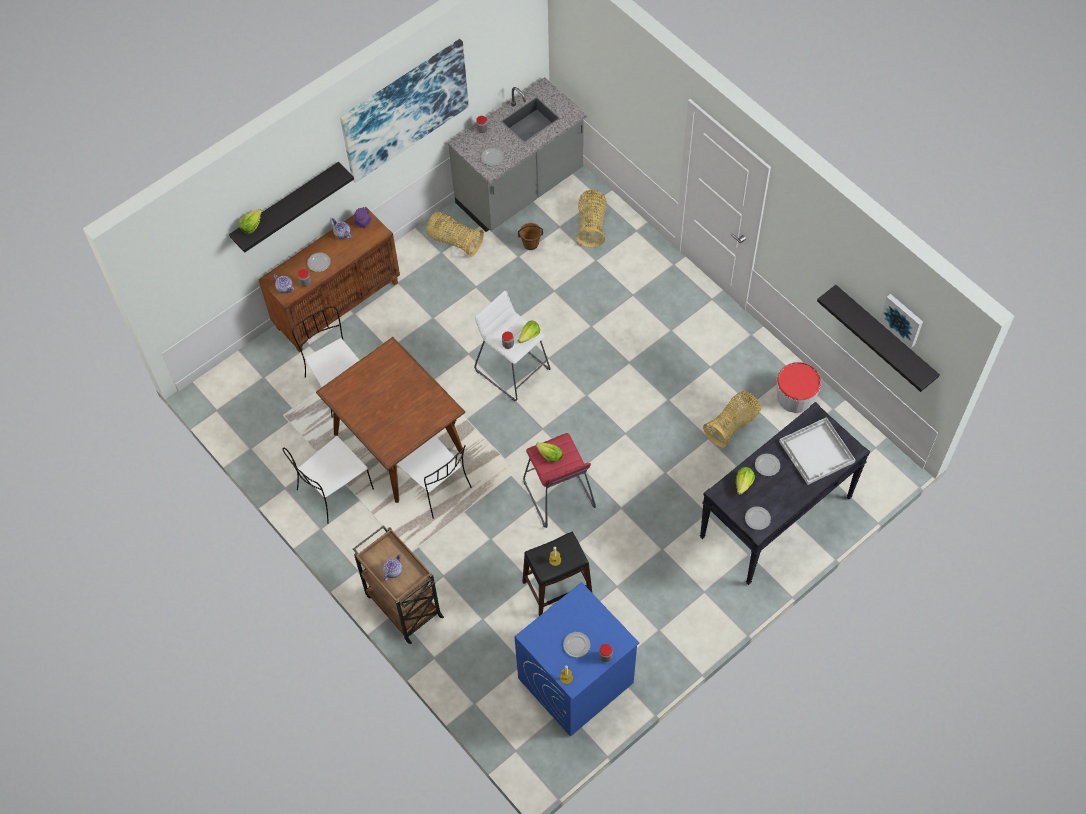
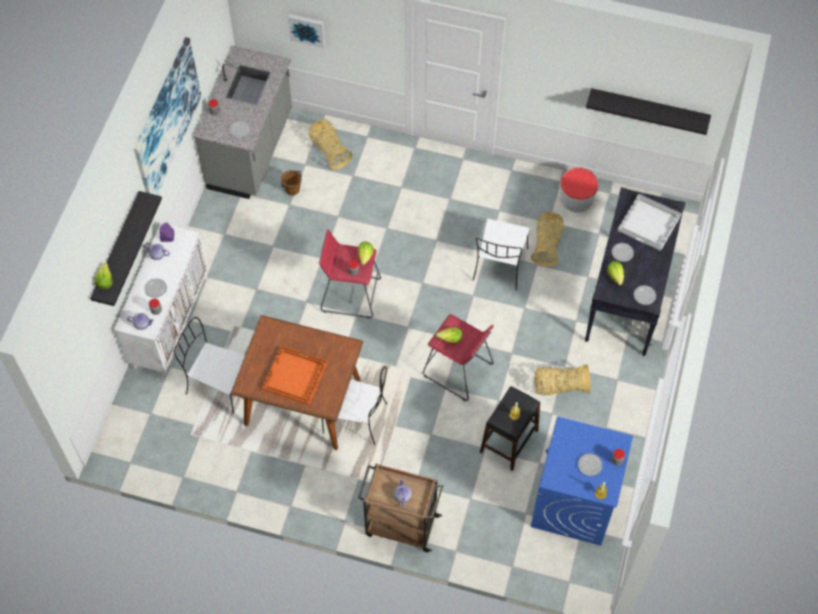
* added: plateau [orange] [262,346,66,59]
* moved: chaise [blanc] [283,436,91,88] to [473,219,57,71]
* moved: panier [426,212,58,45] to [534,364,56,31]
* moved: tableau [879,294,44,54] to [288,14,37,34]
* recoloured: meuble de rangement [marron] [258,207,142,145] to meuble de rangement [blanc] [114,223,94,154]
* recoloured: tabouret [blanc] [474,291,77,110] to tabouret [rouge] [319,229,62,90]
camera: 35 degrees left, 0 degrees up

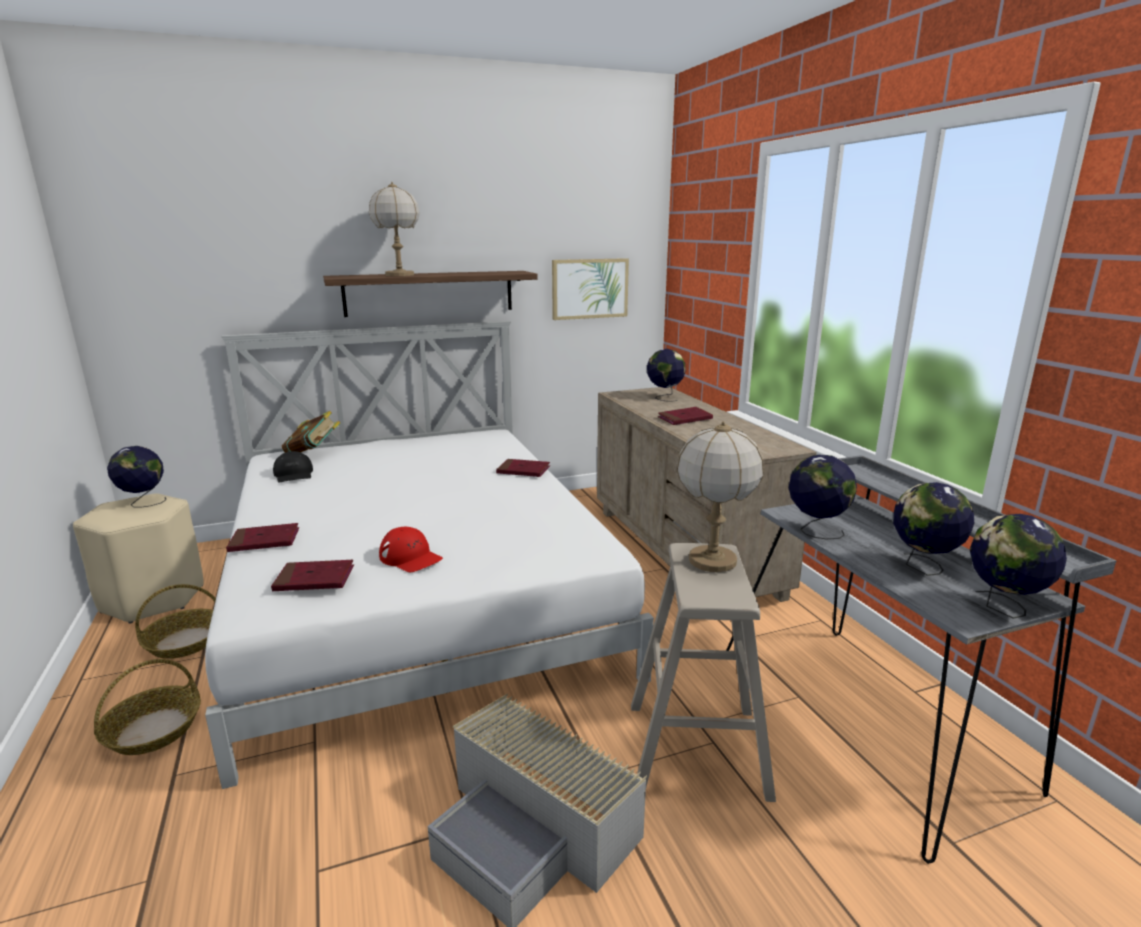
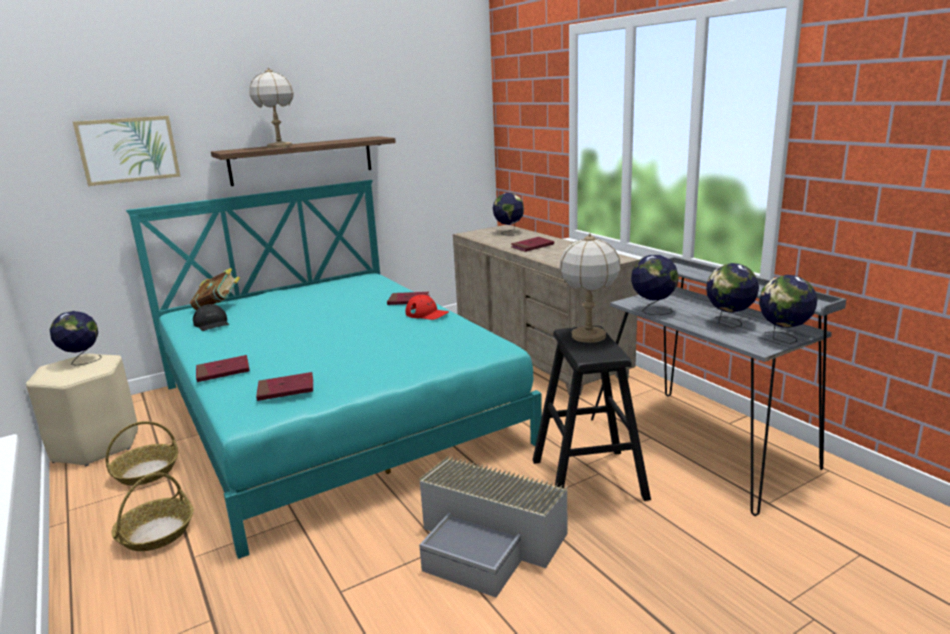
* moved: casquette [rouge] [379,527,64,45] to [405,295,44,25]
* moved: tableau [552,258,77,62] to [73,116,108,70]
* recoloured: lit [blanc] [205,321,449,468] to lit [turquoise] [126,180,416,379]
* recoloured: tabouret [beige] [631,543,145,259] to tabouret [noir] [533,326,118,175]
camera: 10 degrees left, 0 degrees up

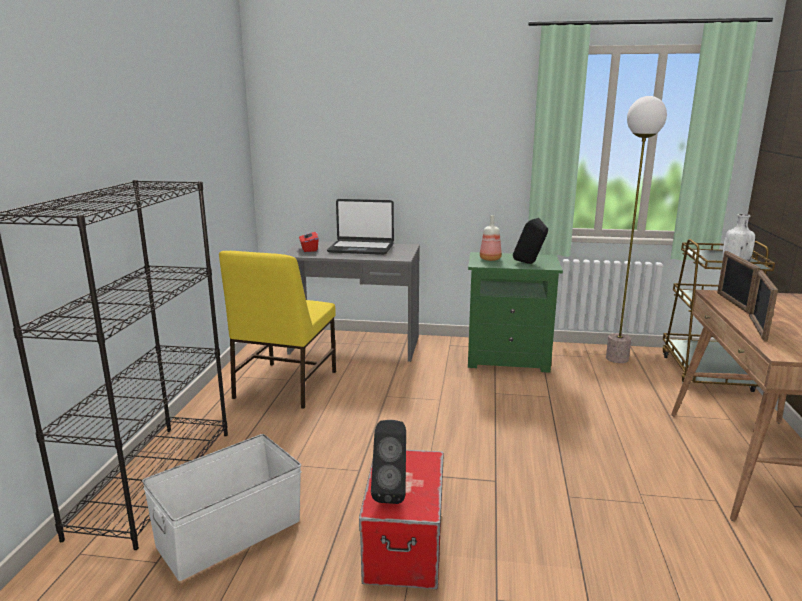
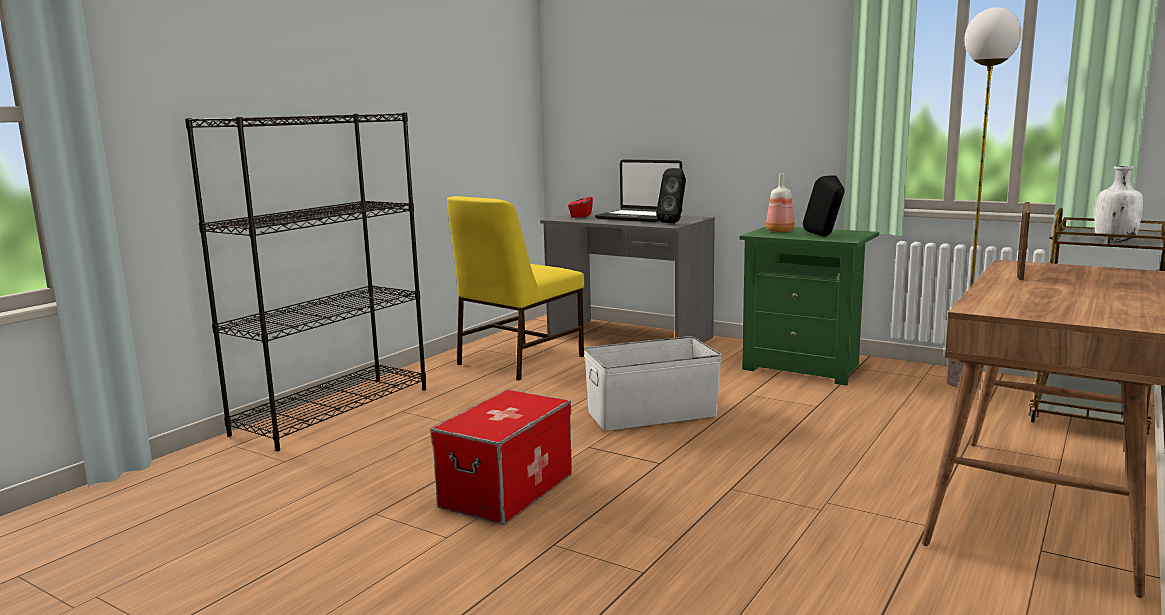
* removed: cadre photo [749,270,29,72]
* moved: boîte de rangement [blanc] [142,434,160,147] to [584,336,138,95]
* moved: enceinte [noir] [371,420,35,84] to [656,168,30,56]
camera: 25 degrees right, 5 degrees down

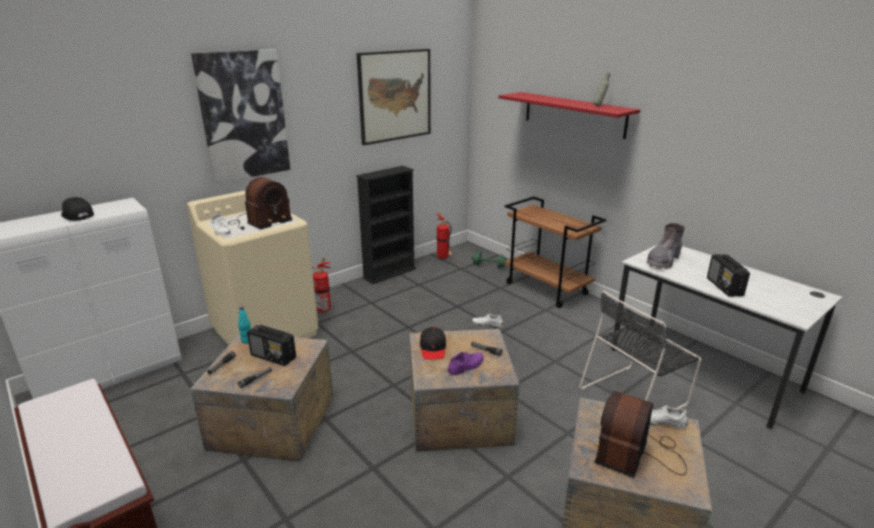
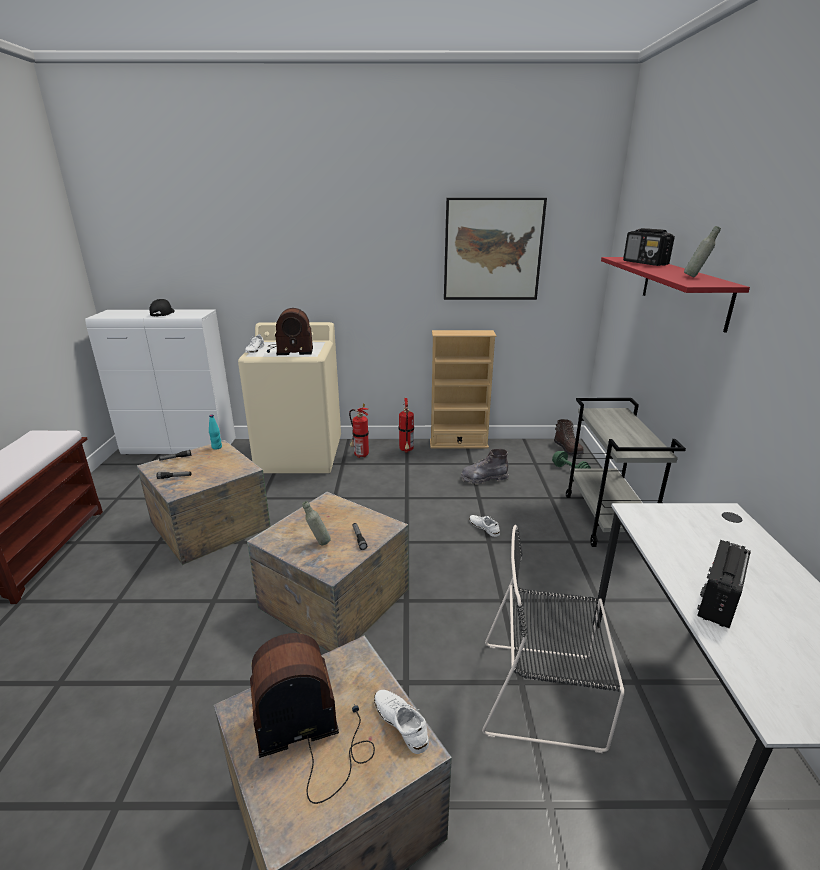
* removed: tableau [191,49,99,135]
* removed: casquette [noir] [420,327,26,32]
* added: botte [marron] [554,419,30,37]
* moved: radio [247,324,49,42] to [623,228,52,38]
* moved: extincteur [436,212,16,47] to [399,398,15,55]
* moved: botte [gris] [647,223,38,46] to [461,449,48,36]
* replaced: chaussure [violet] [448,352,35,23] to bouteille [gris] [302,501,29,44]
* recoloured: bibliothèque [noir] [356,166,60,118] to bibliothèque [beige] [430,330,66,119]
* recoloured: chariot [marron] [505,196,101,112] to chariot [gris] [566,398,120,149]
camera: 40 degrees right, 0 degrees up

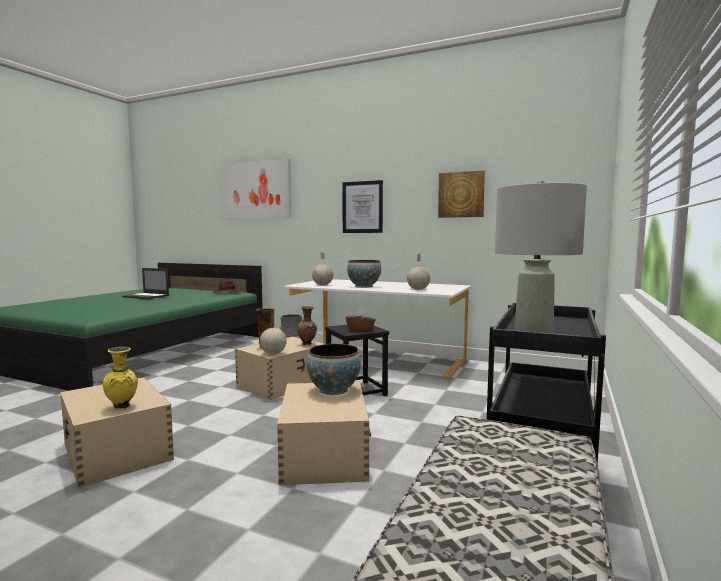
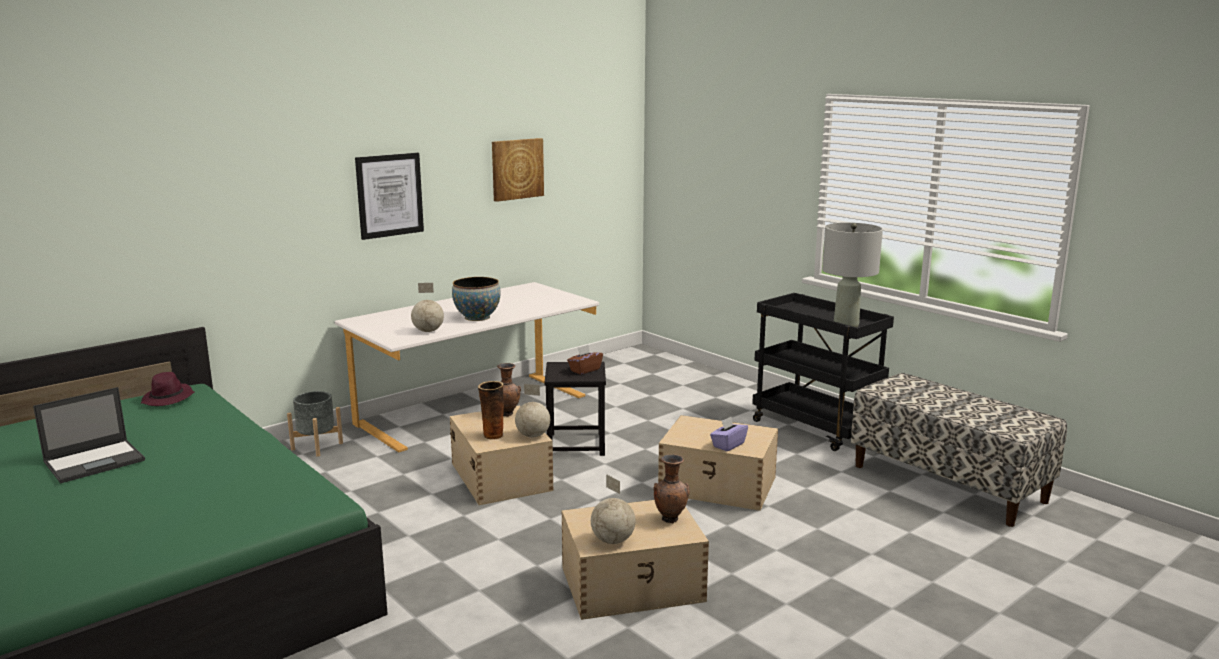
* removed: tableau [221,159,70,60]
* removed: bol [307,344,54,51]
* added: boîte à mouchoirs [violet] [710,416,38,35]
* moved: globe [407,254,23,36] to [591,474,45,70]
* recoloured: vase [jaune] [103,347,35,62] to vase [marron] [654,454,36,69]
camera: 65 degrees left, 10 degrees up

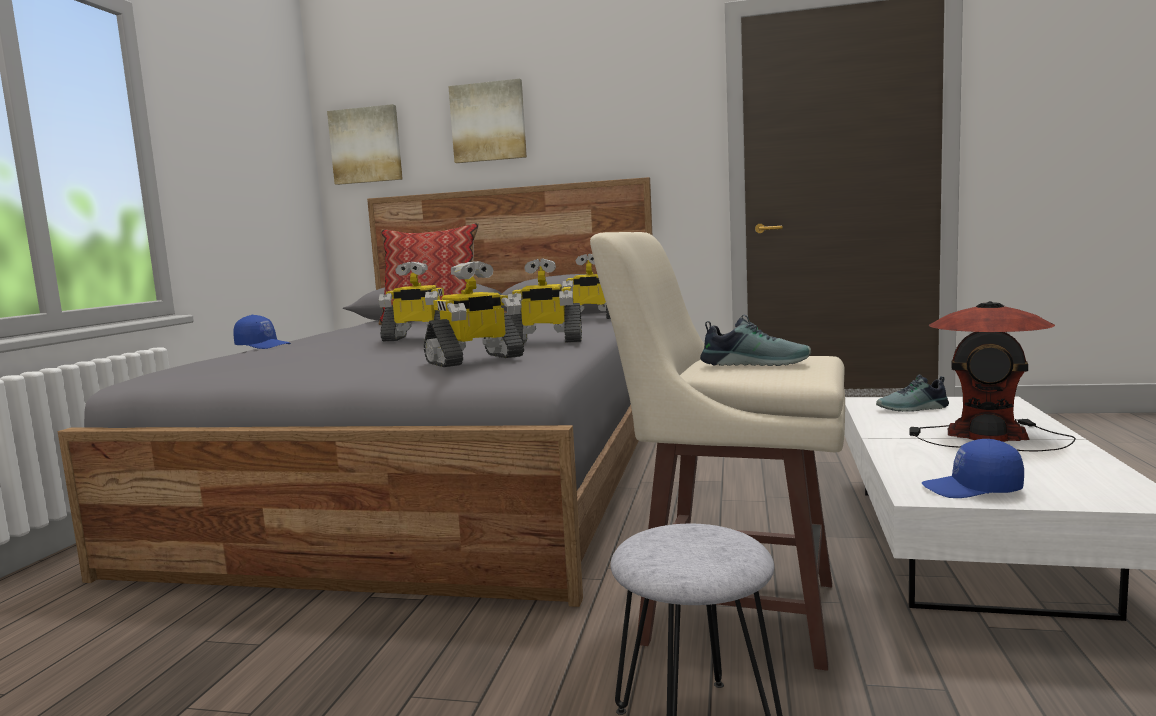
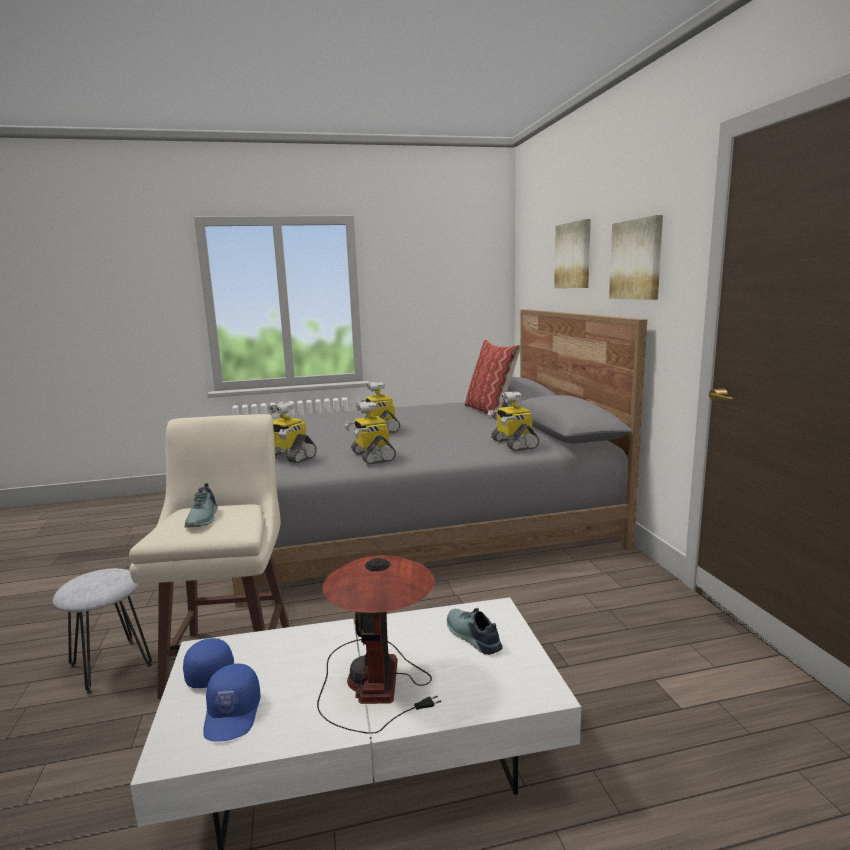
* moved: casquette [bleu] [233,314,58,35] to [203,664,57,78]
* moved: tableau [327,104,76,81] to [609,215,54,85]
camera: 65 degrees right, 5 degrees up

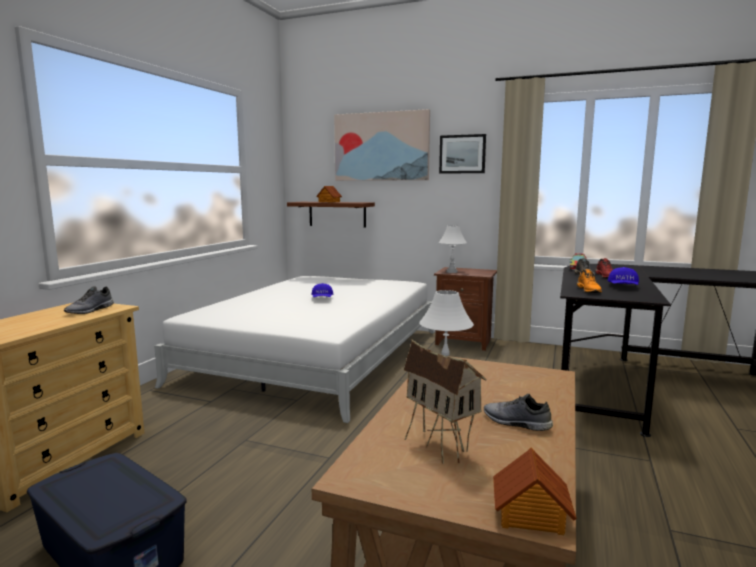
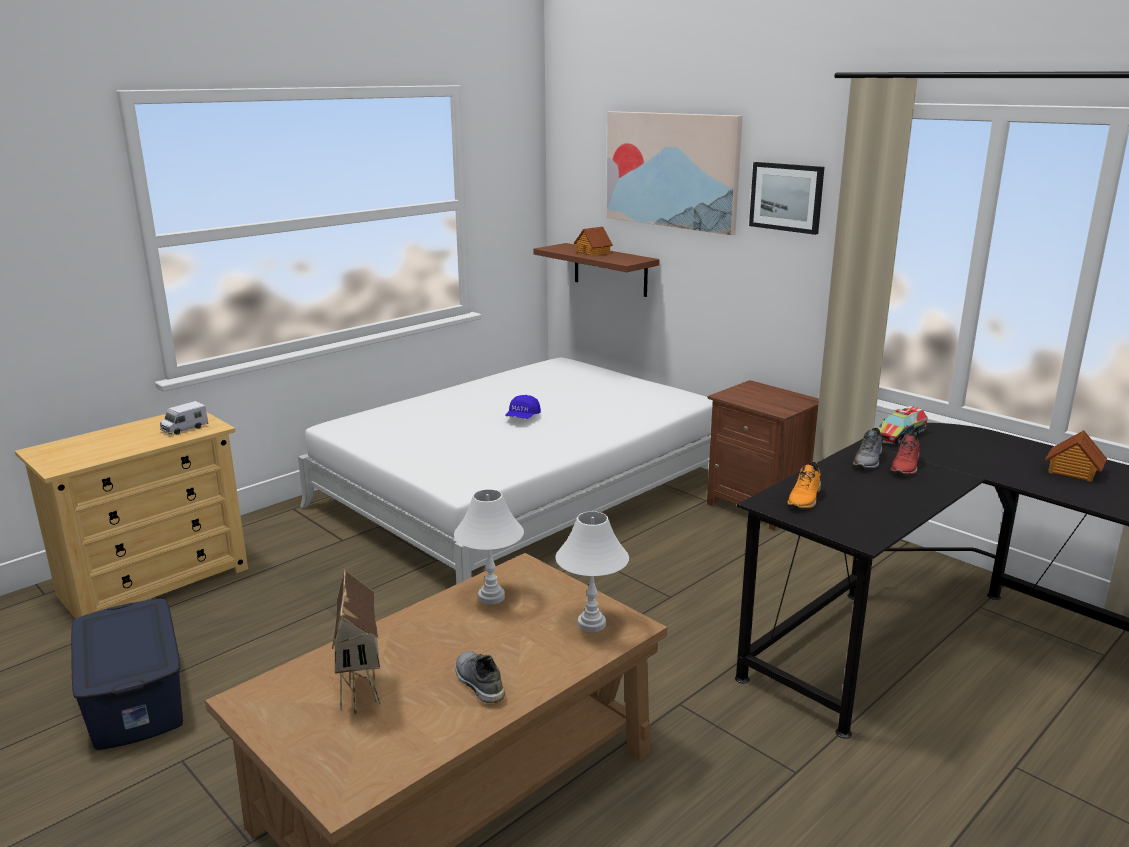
* removed: casquette [bleu] [607,267,32,18]
* moved: lampe de table [blanc] [439,226,28,47] to [556,511,73,121]
* moved: maison miniature [493,448,84,87] to [1045,430,62,52]
* replaced: chaussure [gris] [64,286,50,28] to camion jouet [160,401,48,33]
camera: 25 degrees right, 10 degrees up

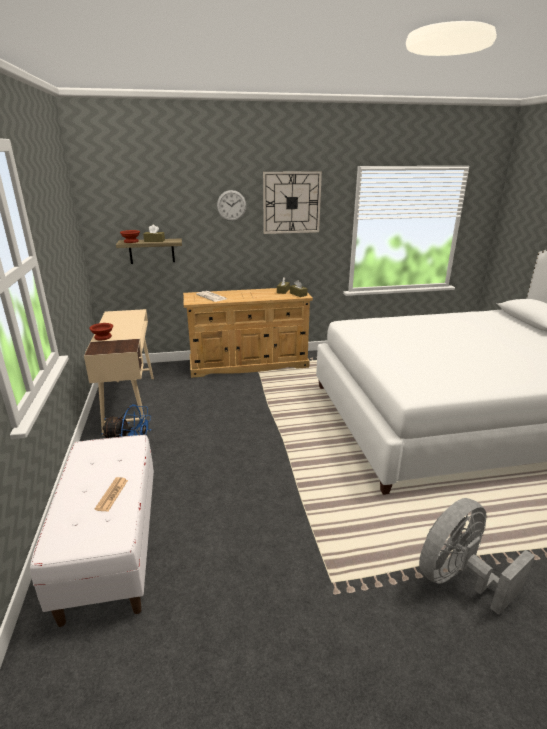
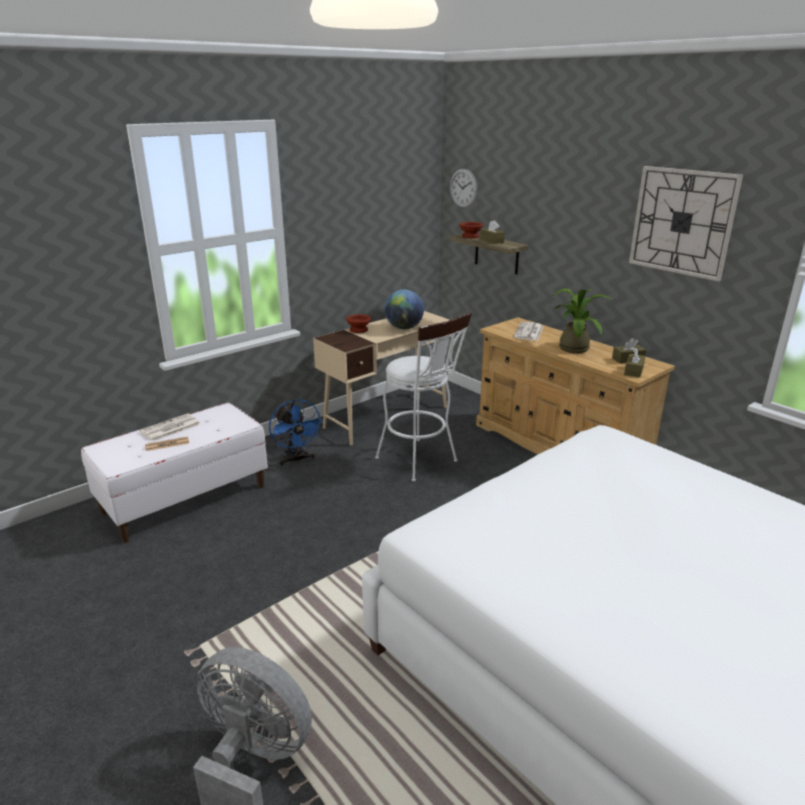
* added: journal [139,413,62,29]
* added: tabouret [blanc] [375,312,97,170]
* added: globe [385,290,39,39]
* added: plante en pot [551,288,62,65]
* moved: horloge murale [217,190,29,31] to [450,169,27,39]
camera: 60 degrees right, 0 degrees up

